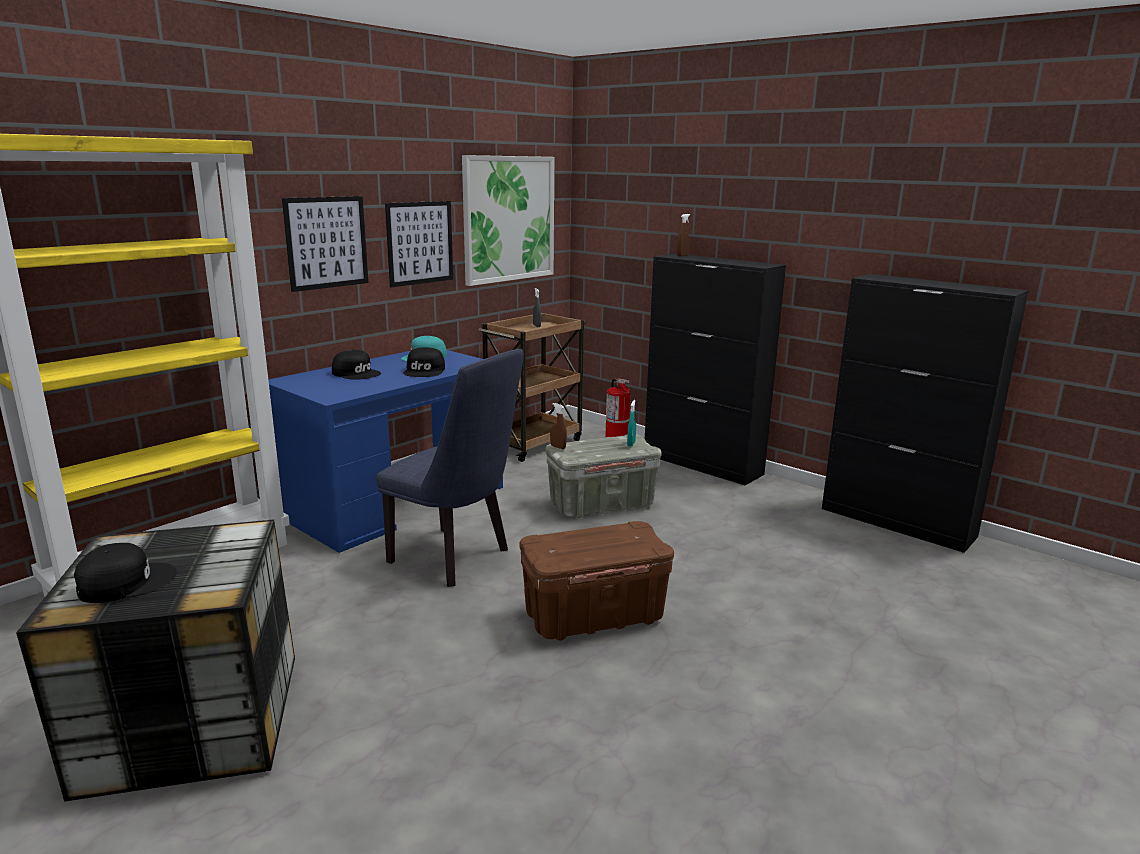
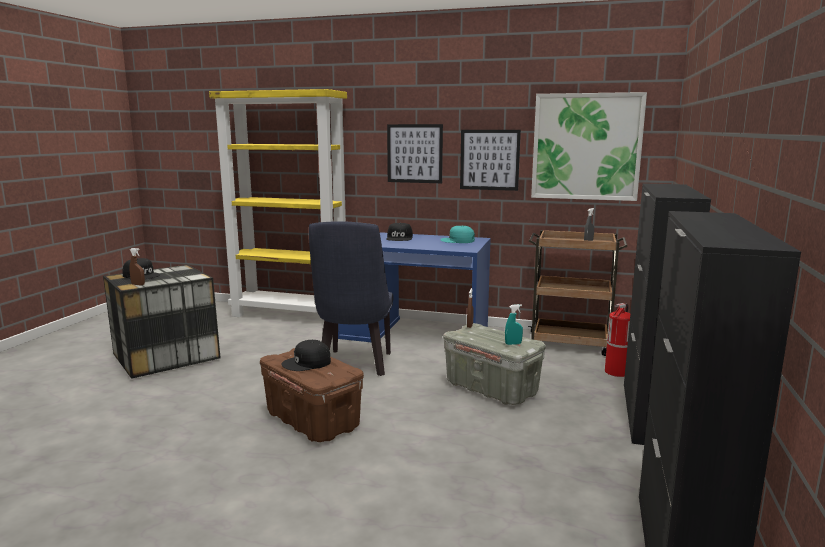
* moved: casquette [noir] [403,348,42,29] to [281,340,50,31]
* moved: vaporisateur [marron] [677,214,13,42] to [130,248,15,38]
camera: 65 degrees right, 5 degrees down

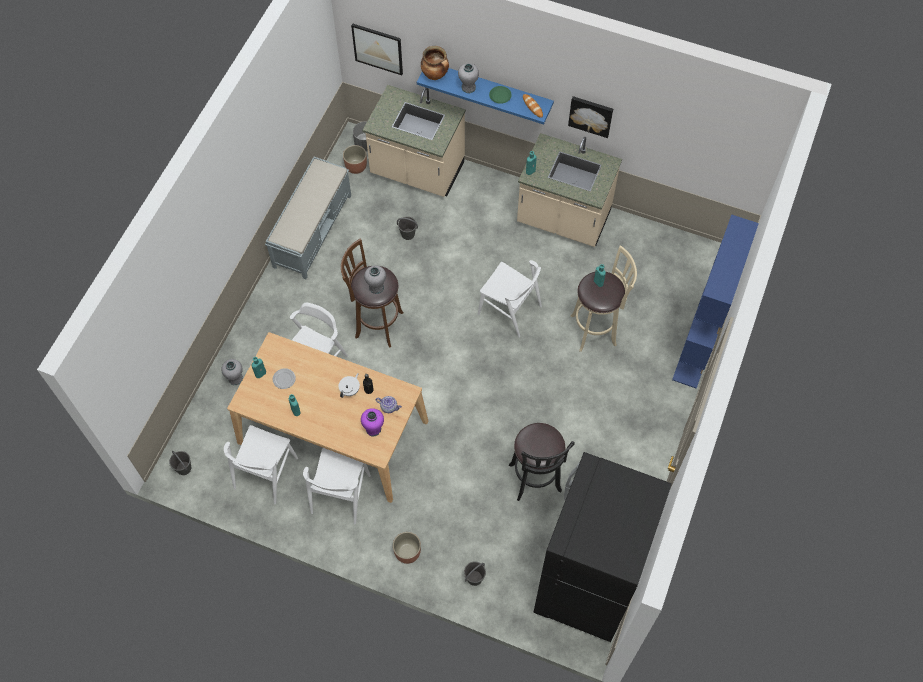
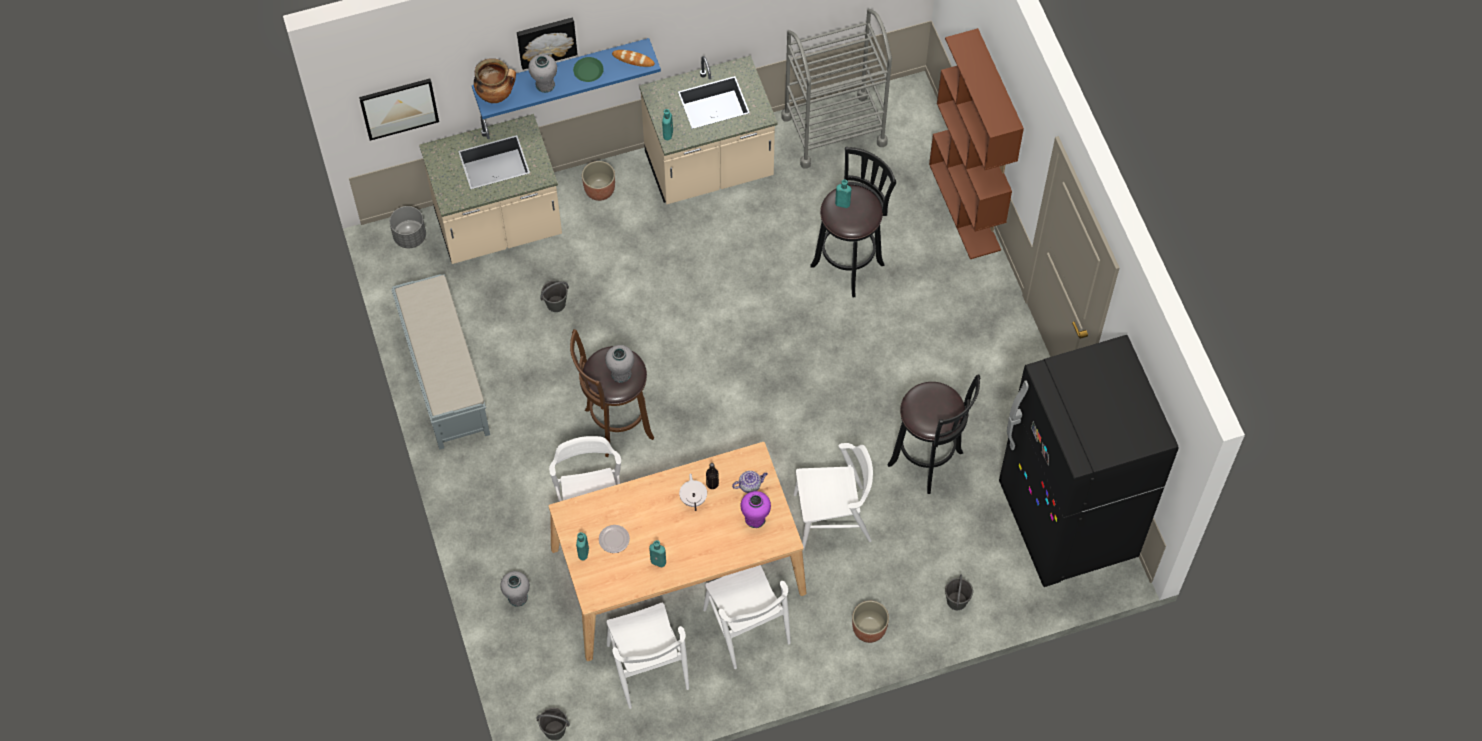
* added: chariot [gris] [782,9,110,160]
* moved: cache-pot [343,145,24,29] to [582,161,33,40]
* moved: chaise [blanc] [478,260,64,78] to [793,443,80,107]
* moved: tableau [568,96,45,42] to [517,17,61,53]
* recoloured: tabouret [beige] [571,245,66,107] to tabouret [noir] [810,147,86,150]
* recoloured: bibliothèque [bleu] [672,214,87,175] to bibliothèque [marron] [929,28,95,231]
camera: 40 degrees left, 0 degrees up

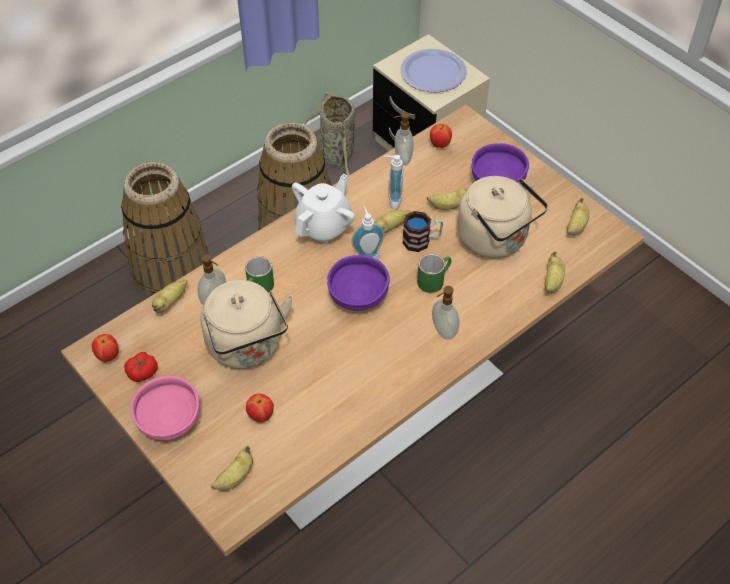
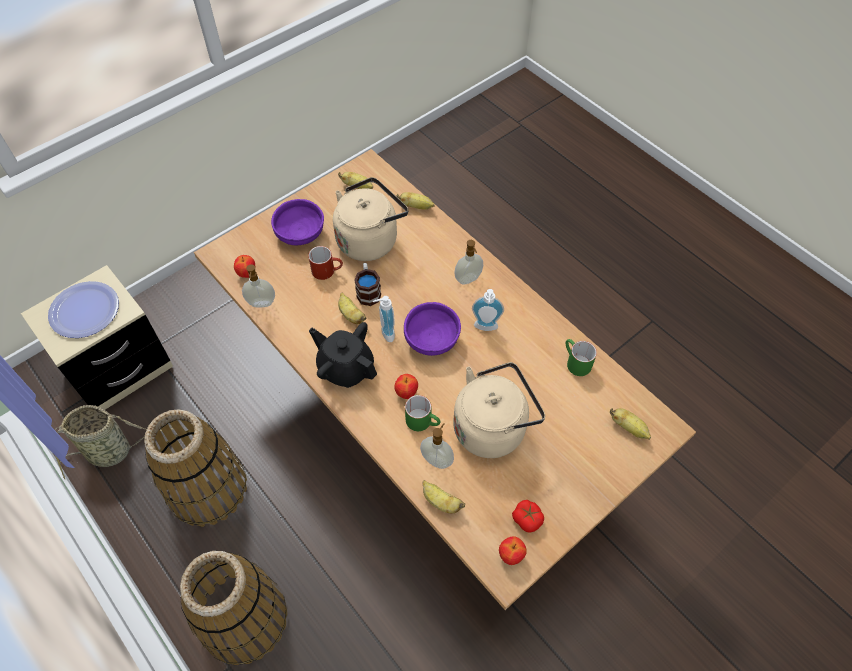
* removed: bol [rose] [130,376,70,65]
* moved: pomme [246,394,28,29] to [394,374,24,25]
* moved: distributeur de savon [384,155,19,55] to [472,289,32,42]
* moved: mug [vert] [417,254,35,39] to [566,339,31,37]
* replaced: banane [427,188,42,22] to mug [rouge] [308,246,35,34]
* recoloured: théière [blanc] [292,174,63,70] to théière [noir] [309,322,68,66]
camera: 90 degrees left, 5 degrees up

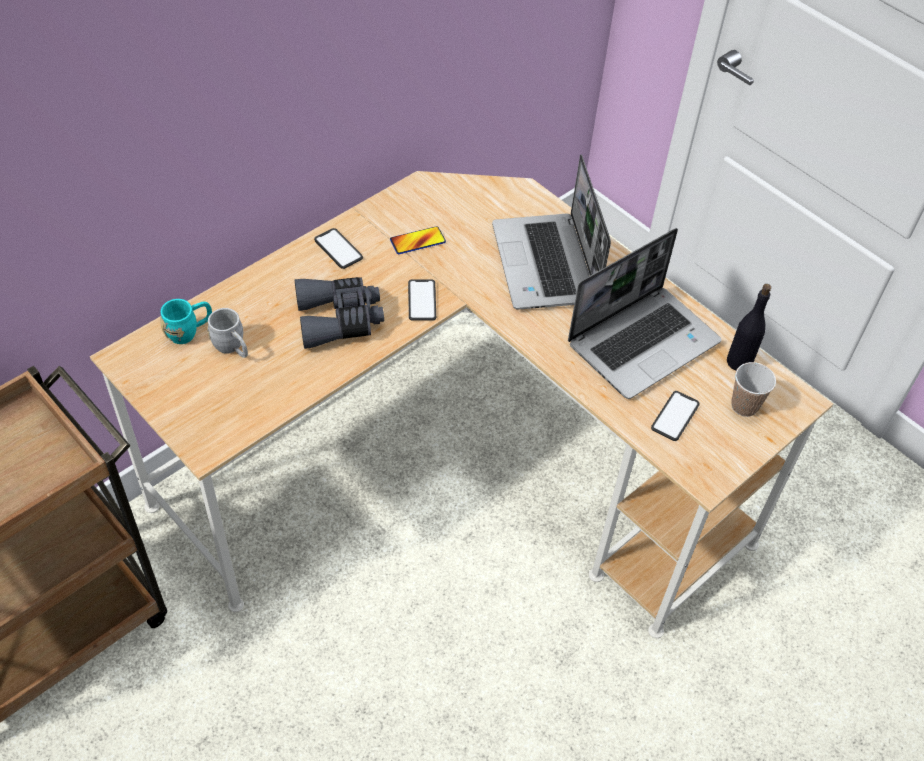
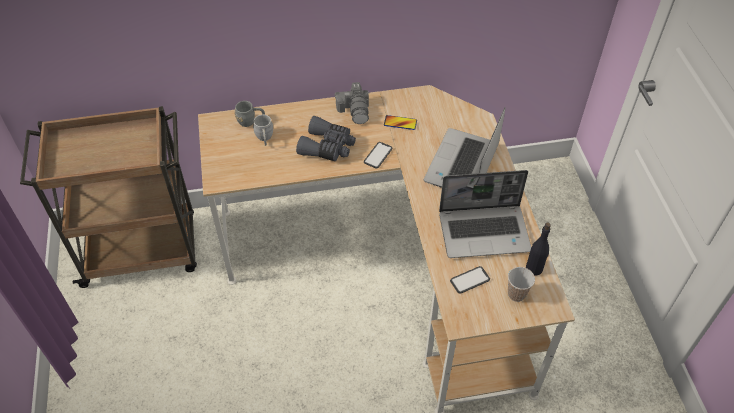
* replaced: téléphone [314,228,49,41] to appareil photo [335,82,34,42]
* recoloured: mug [turquoise] [160,299,52,45] to mug [gris] [235,101,30,26]
camera: 35 degrees right, 0 degrees up

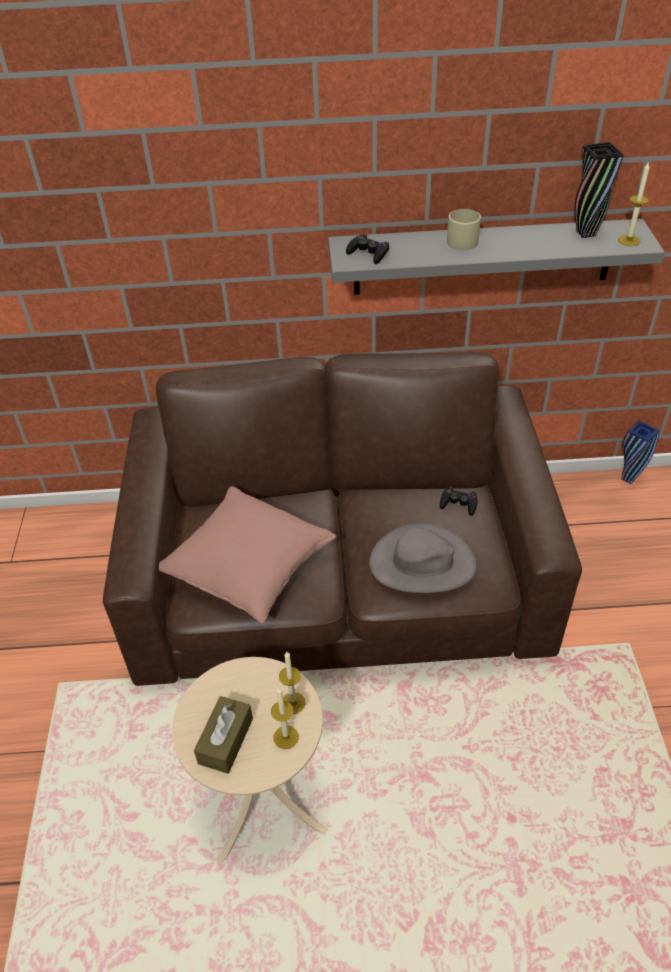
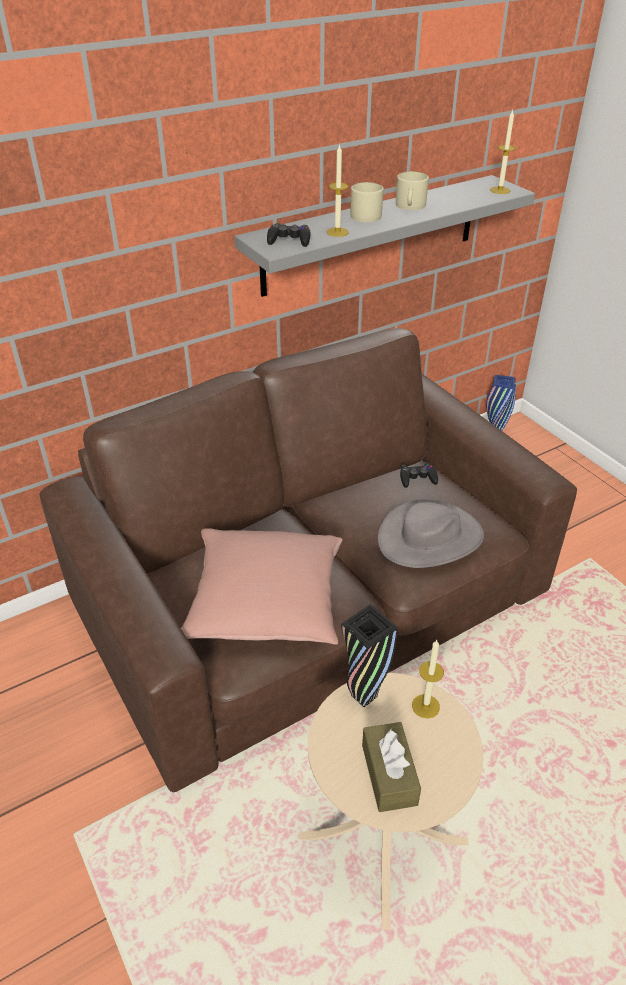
* added: mug [beige] [396,171,33,39]
* moved: bougie [271,687,28,62] to [327,144,22,93]
* moved: vase [noir] [575,142,49,96] to [341,604,57,104]
camera: 30 degrees left, 5 degrees down

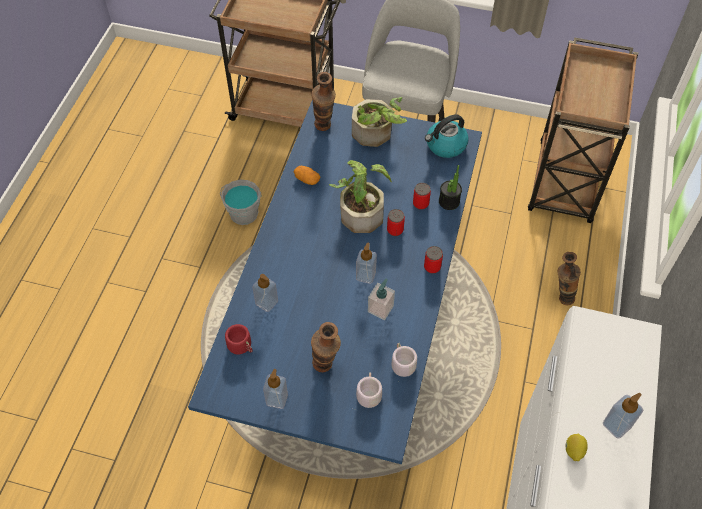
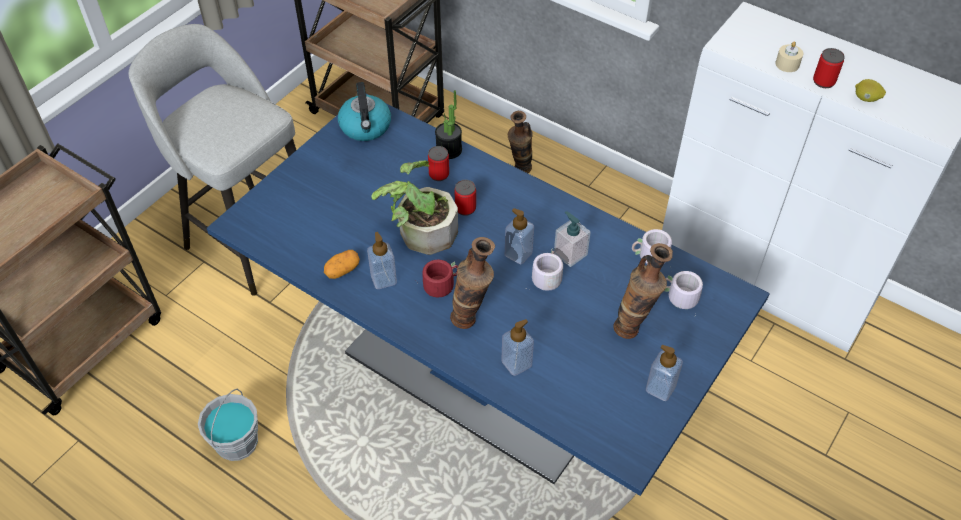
* removed: plante en pot [352,97,55,50]
* added: mug [gris] [529,248,34,43]
* added: bougie [beige] [775,41,28,31]
* moved: mug [rouge] [225,324,28,30] to [423,260,35,37]
* moved: vase [311,72,25,59] to [450,237,45,92]
* moved: boîte métallique [424,246,19,28] to [813,48,32,40]
* moved: distributeur de savon [603,393,40,46] to [367,232,30,57]
camera: 70 degrees left, 5 degrees down

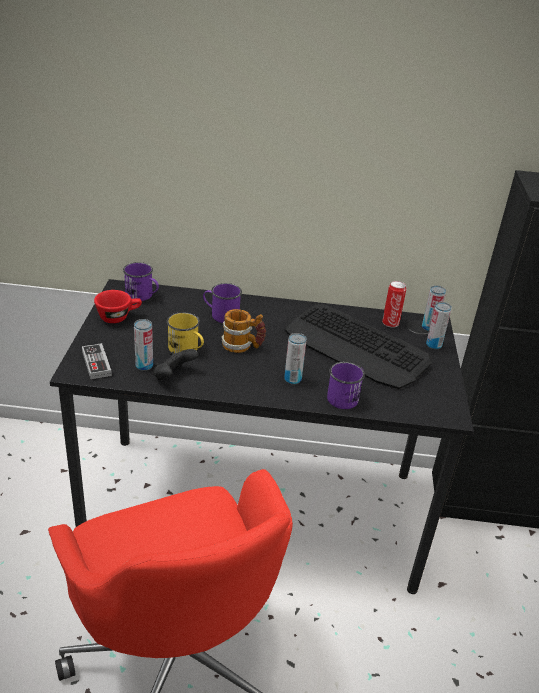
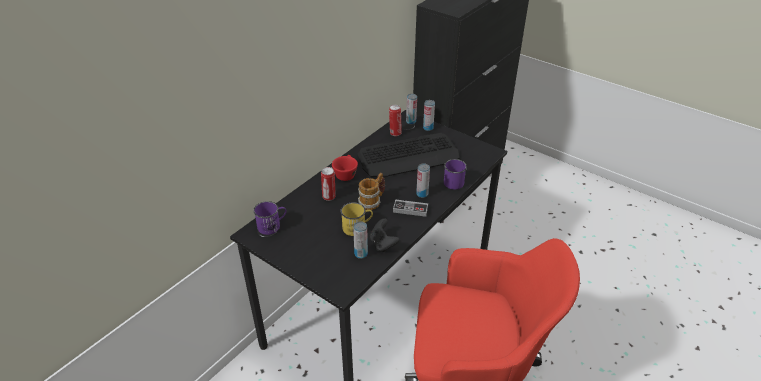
* moved: manette [82,343,30,36] to [393,199,35,18]
* moved: tasse [rouge] [94,290,48,33] to [332,155,26,26]
* replaced: mug [violet] [203,283,39,40] to boîte métallique [321,167,15,34]
camera: 55 degrees left, 5 degrees up

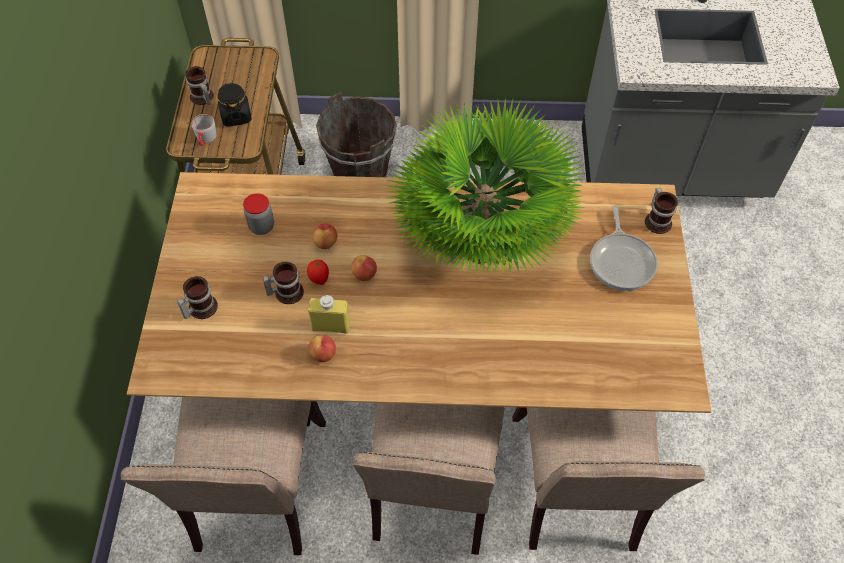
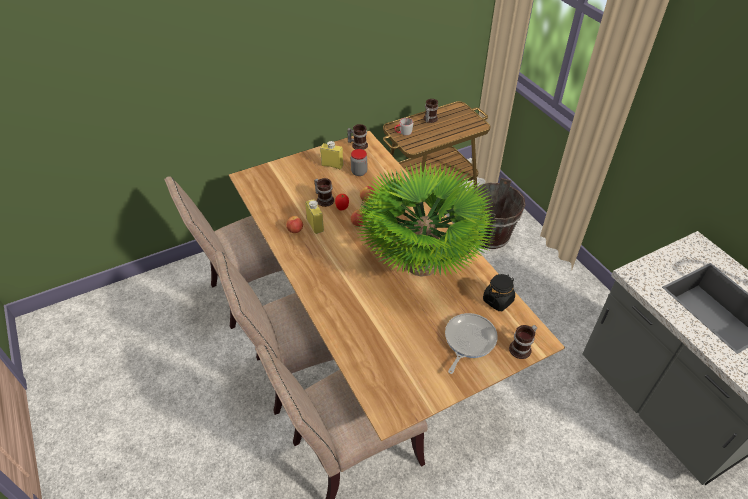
* added: bouteille [jaune] [320,141,23,28]
* moved: mug [177,276,41,43] to [347,124,21,26]
* moved: bocal [noir] [218,82,34,45] to [483,274,32,37]
* turned: poêle [590,205,68,86] = [445,313,53,61] 150 degrees clockwise
camera: 60 degrees right, 10 degrees down

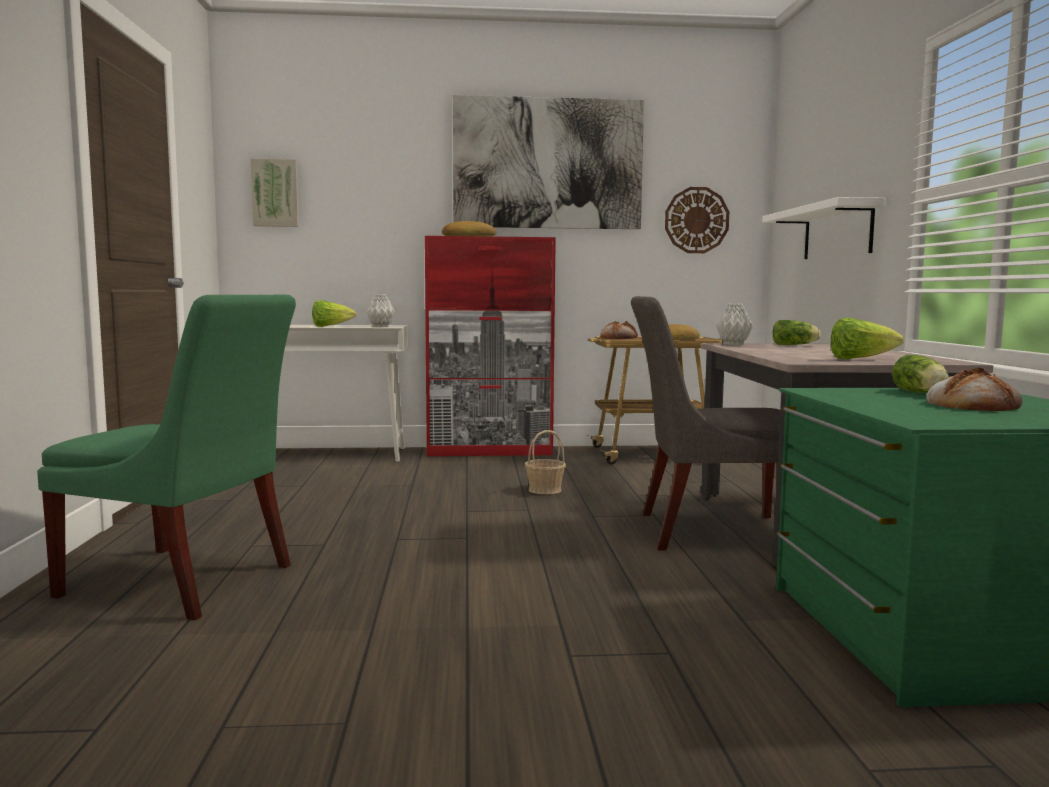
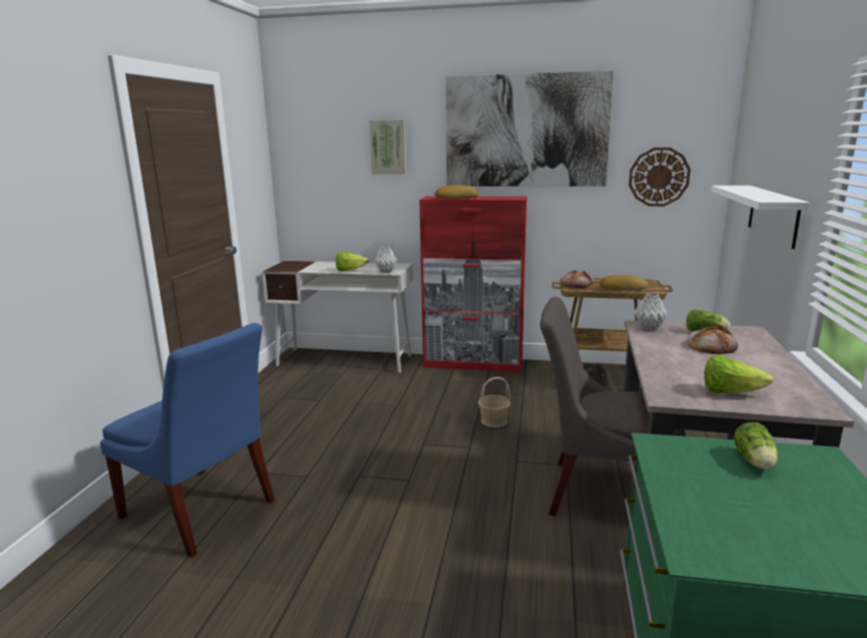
* moved: tableau [250,158,49,69] to [369,120,38,54]
* moved: pain [926,368,96,43] to [687,325,51,29]
* recoloured: chaise [vert] [37,295,259,325] to chaise [bleu] [100,323,175,234]
camera: 15 degrees right, 10 degrees up

